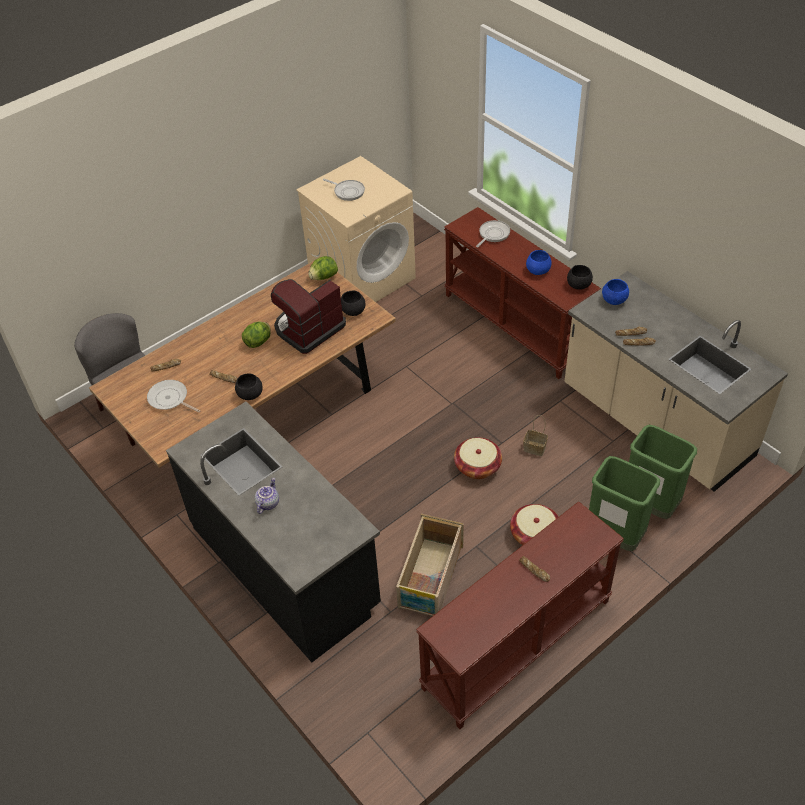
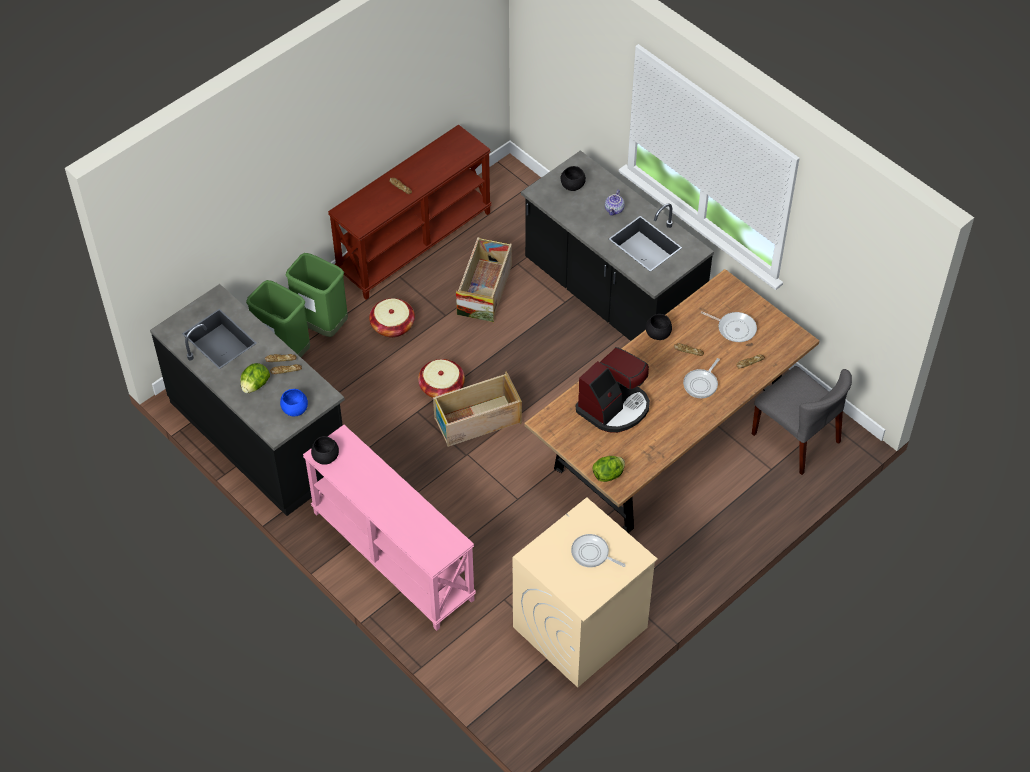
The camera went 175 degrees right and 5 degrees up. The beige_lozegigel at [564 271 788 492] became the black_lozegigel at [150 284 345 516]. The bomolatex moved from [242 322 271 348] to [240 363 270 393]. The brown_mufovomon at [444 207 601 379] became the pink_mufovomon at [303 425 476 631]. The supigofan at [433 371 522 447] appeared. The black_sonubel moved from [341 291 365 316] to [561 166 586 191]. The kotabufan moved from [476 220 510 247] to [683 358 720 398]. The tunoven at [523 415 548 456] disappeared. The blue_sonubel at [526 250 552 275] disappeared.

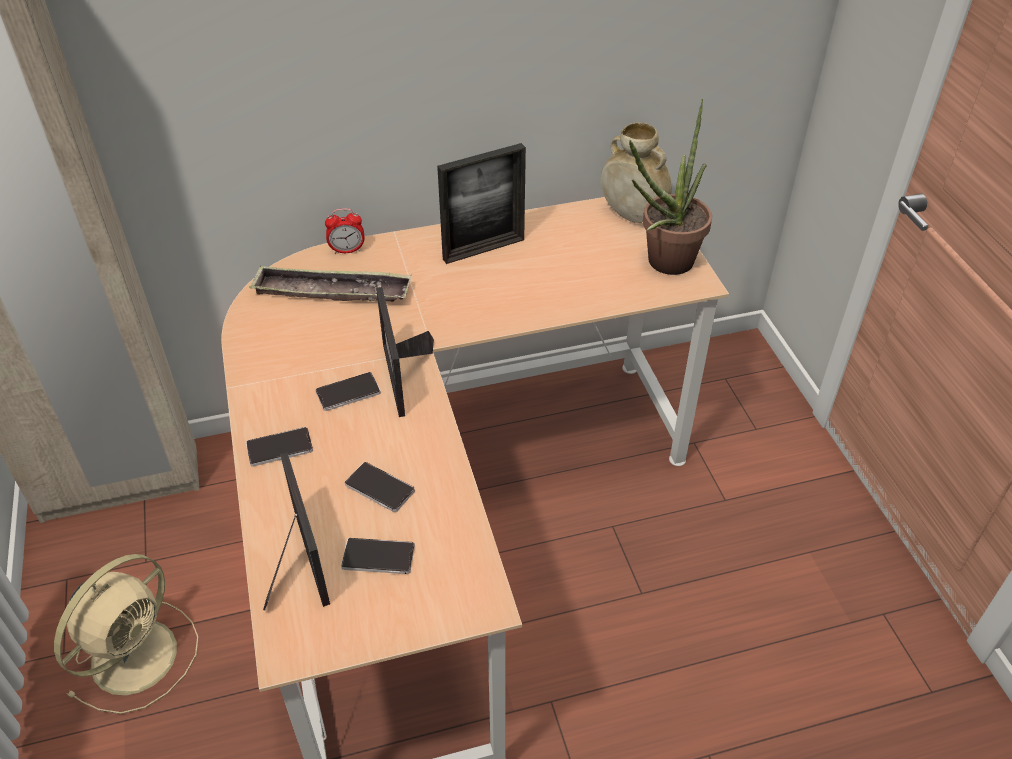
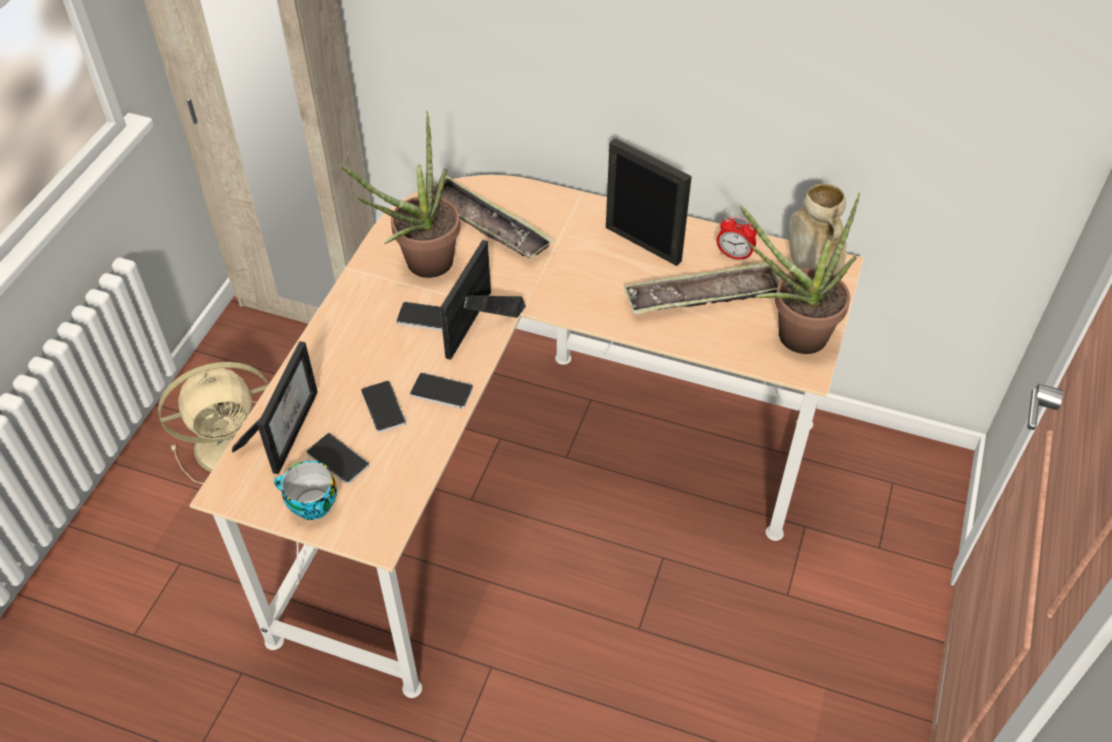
The camera went 35 degrees right and 5 degrees up. The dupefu at [274 461 337 520] appeared. The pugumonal at [341 111 460 278] appeared. The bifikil moved from [246 427 313 467] to [410 373 473 409]. The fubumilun at [437 143 526 264] turned 150 degrees counterclockwise. The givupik at [624 260 781 315] appeared. The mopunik moved from [325 208 365 254] to [717 216 757 262].

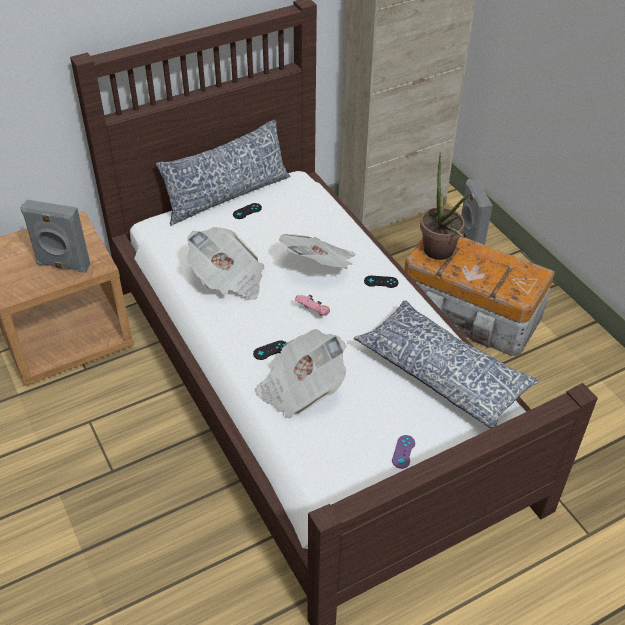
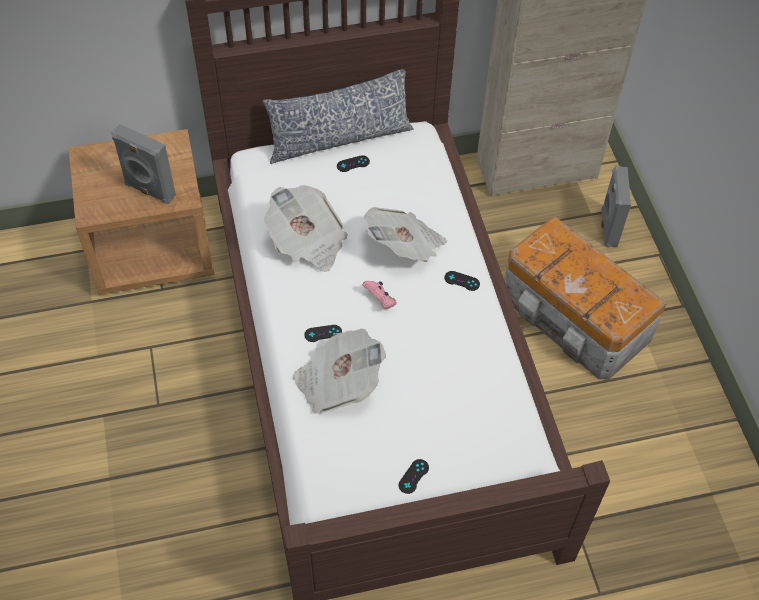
The camera went 15 degrees right and 10 degrees up. The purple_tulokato at [392 435 415 469] became the black_tulokato at [399 459 429 494]. The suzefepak at [354 300 539 429] disappeared. The pugumonal at [420 152 470 260] disappeared.

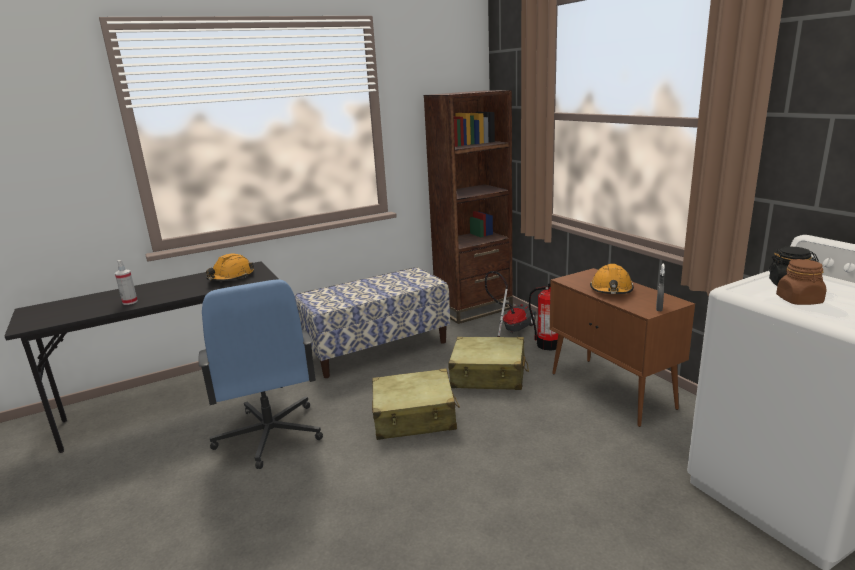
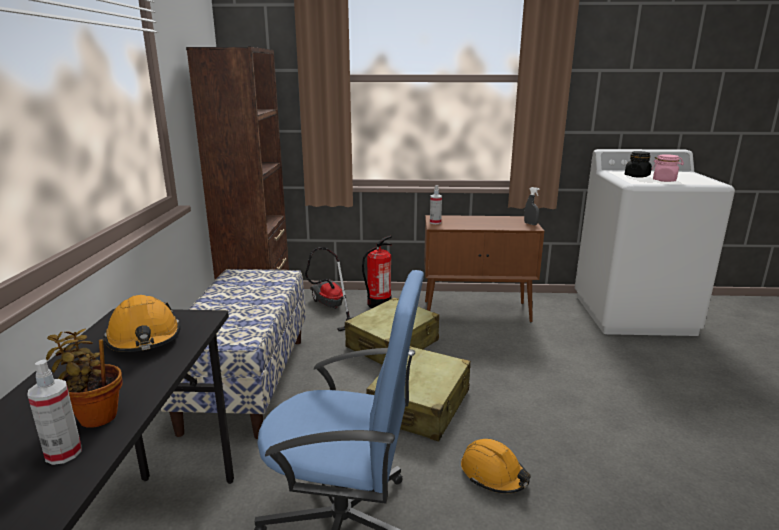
The camera went 60 degrees left and 0 degrees up. The pugumonal at [46 328 123 428] appeared. The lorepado at [430 185 442 224] appeared. The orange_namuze moved from [590 264 634 294] to [461 439 531 494]. The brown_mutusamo at [776 259 826 305] became the pink_mutusamo at [651 154 684 182].

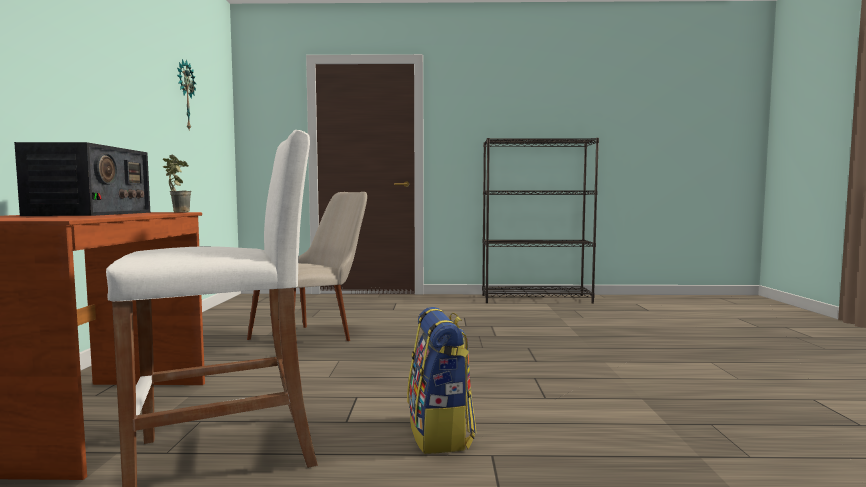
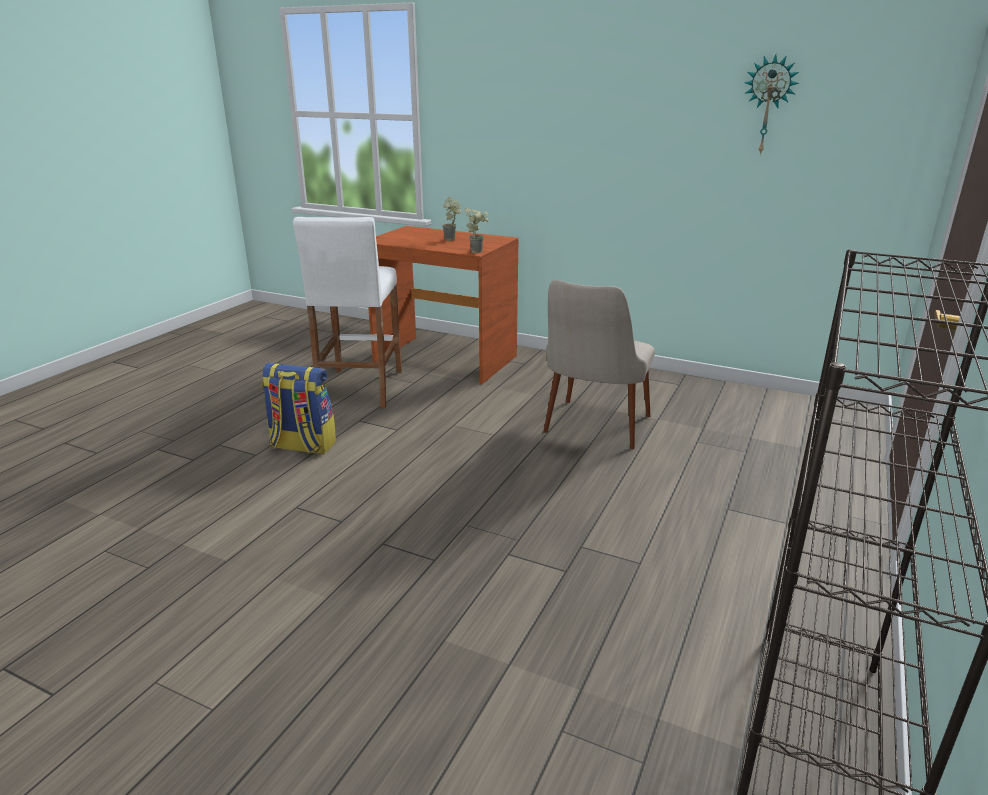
The camera went 115 degrees right and 20 degrees up. The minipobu at [14 142 150 216] was replaced by the pugumonal at [442 197 461 241]. The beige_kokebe at [247 192 367 341] turned 45 degrees clockwise.

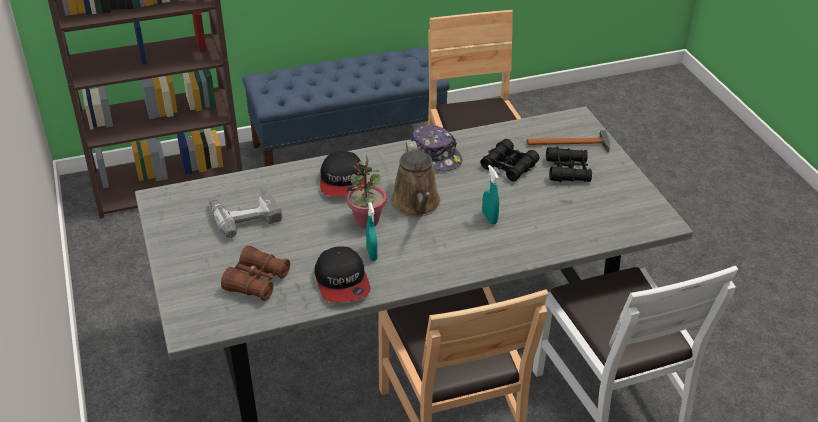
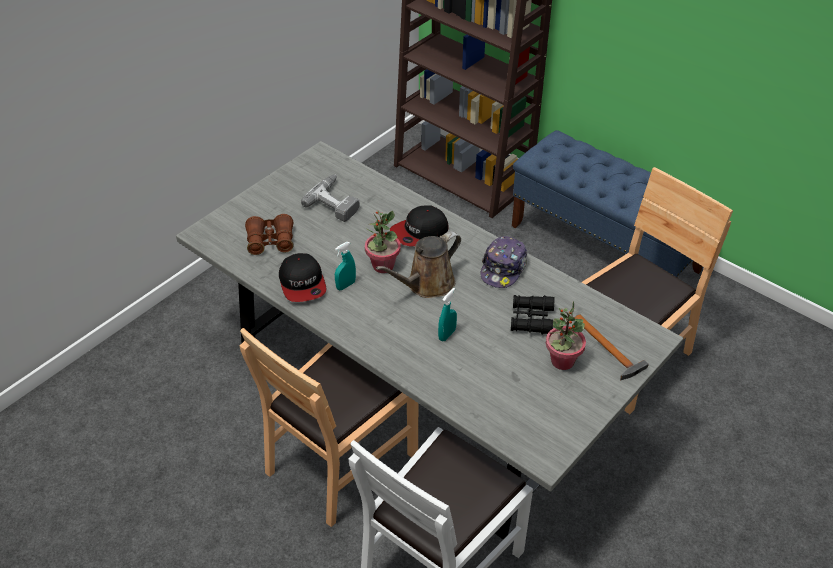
The camera went 60 degrees right and 5 degrees up. The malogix at [314 247 370 303] turned 60 degrees counterclockwise. The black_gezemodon at [546 147 592 182] was replaced by the pugumonal at [546 301 586 370].

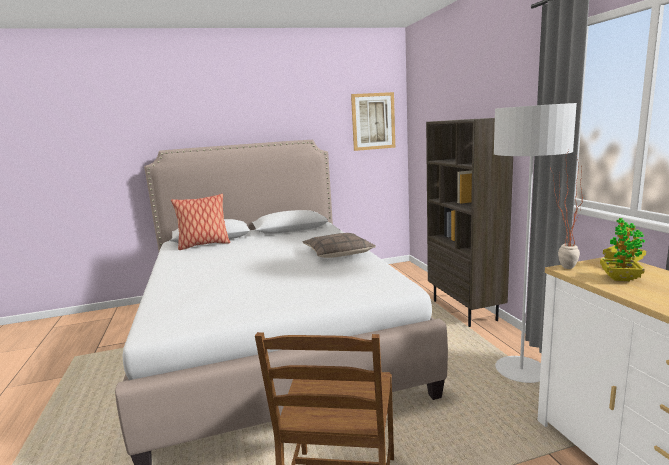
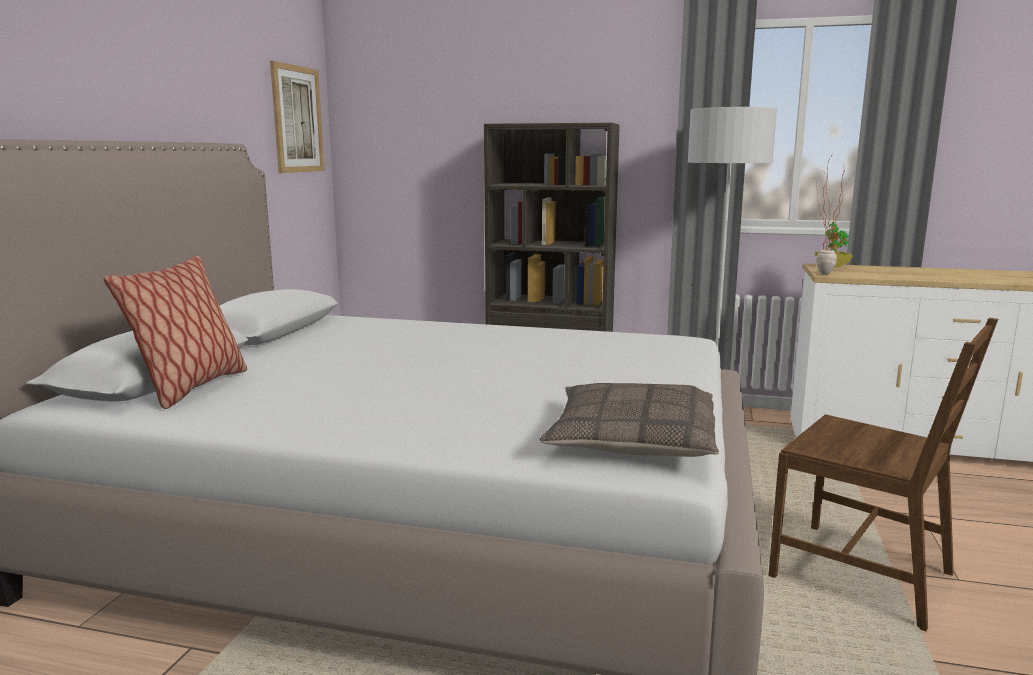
The camera went 60 degrees left and 0 degrees up. The suzefepak moved from [303 233 376 258] to [540 383 719 457]. The pugumonal at [600 230 645 281] disappeared.

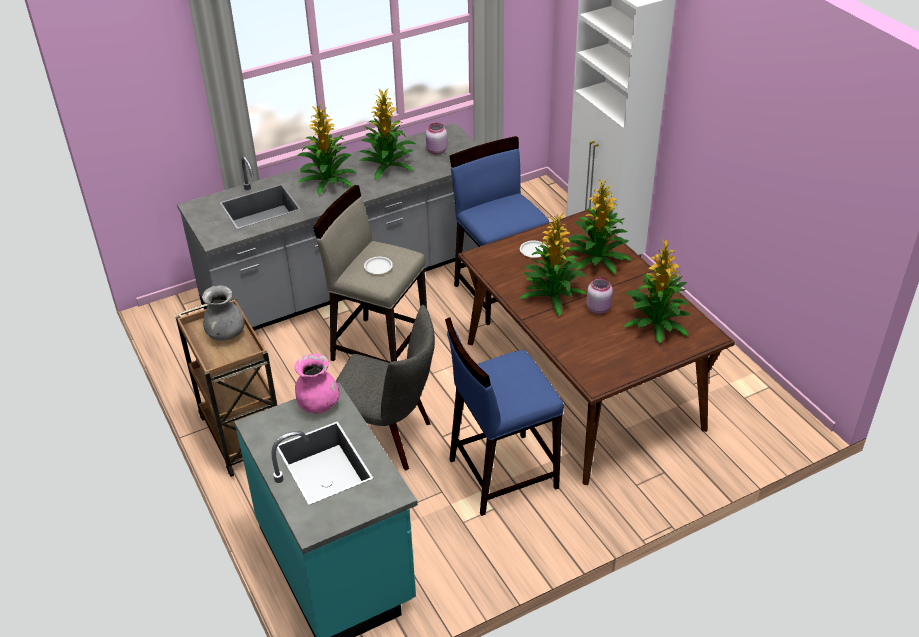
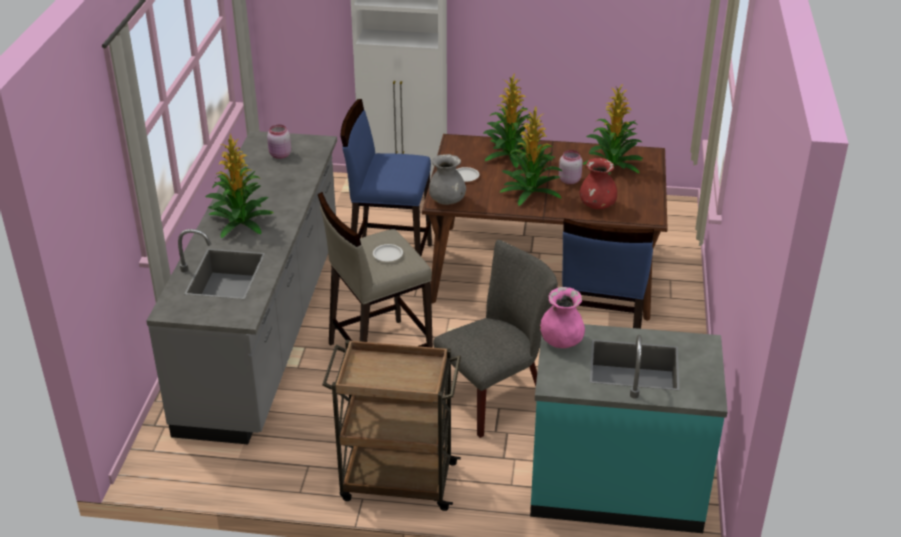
The camera went 55 degrees left and 5 degrees down. The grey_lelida moved from [202 285 244 341] to [429 154 466 205]. The red_lelida at [580 158 617 209] appeared. The pugumonal at [359 89 416 180] disappeared.

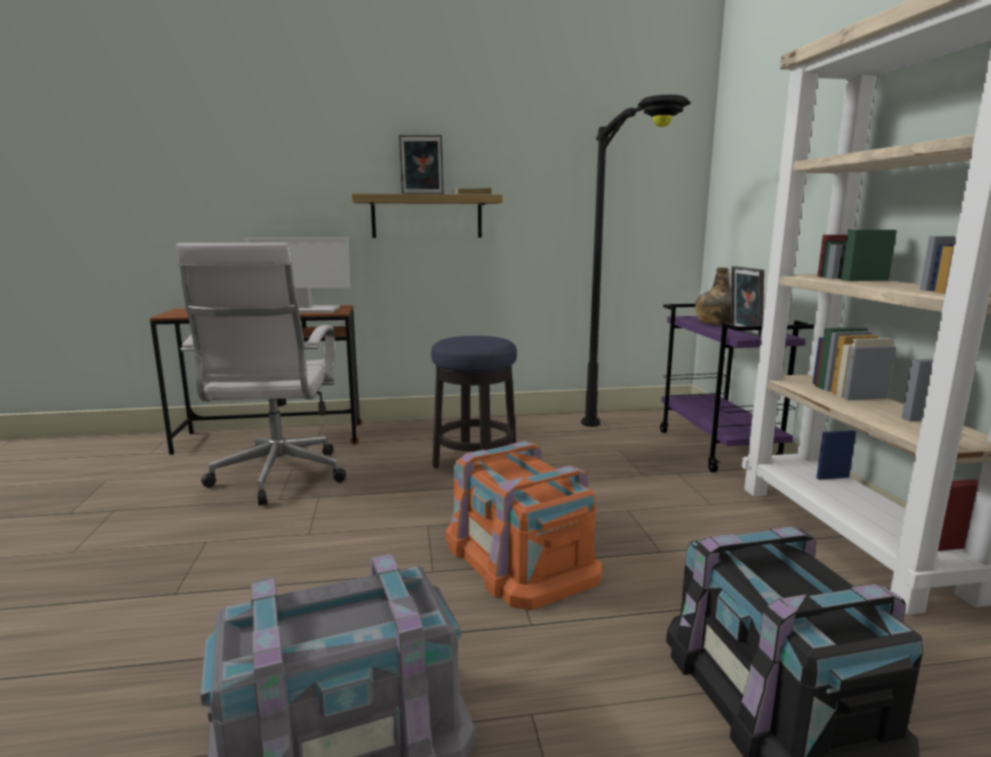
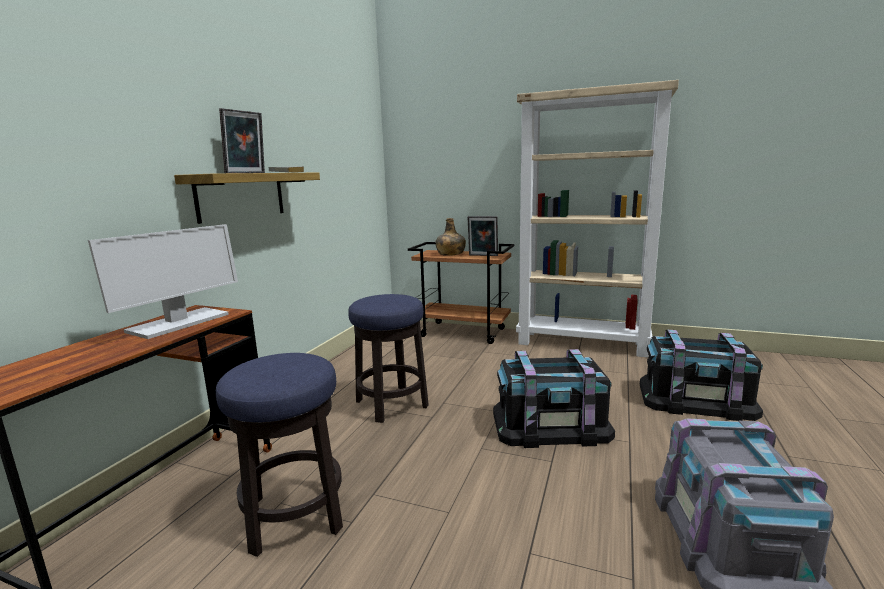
The camera went 60 degrees left and 0 degrees up. The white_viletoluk at [177 243 346 506] was replaced by the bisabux at [216 353 343 557]. The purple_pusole at [660 304 814 472] became the brown_pusole at [408 242 514 344]. The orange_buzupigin at [445 441 602 610] became the black_buzupigin at [493 349 615 448]. The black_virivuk at [581 95 691 427] disappeared.

